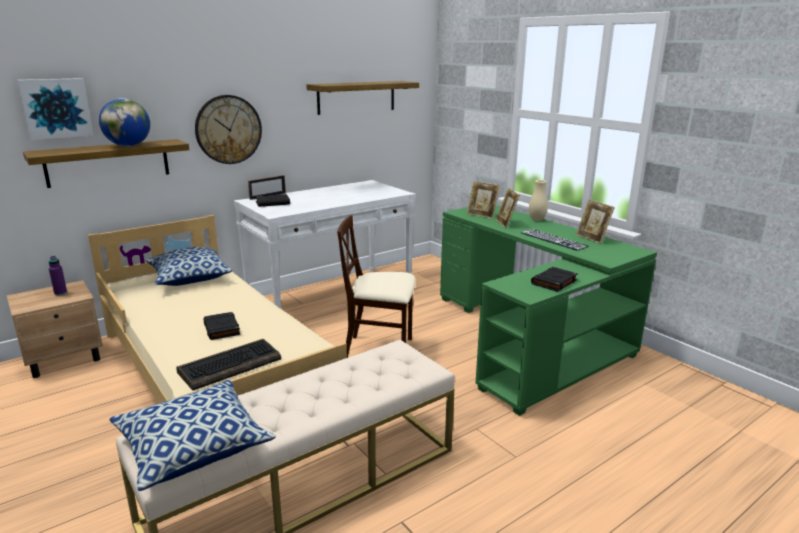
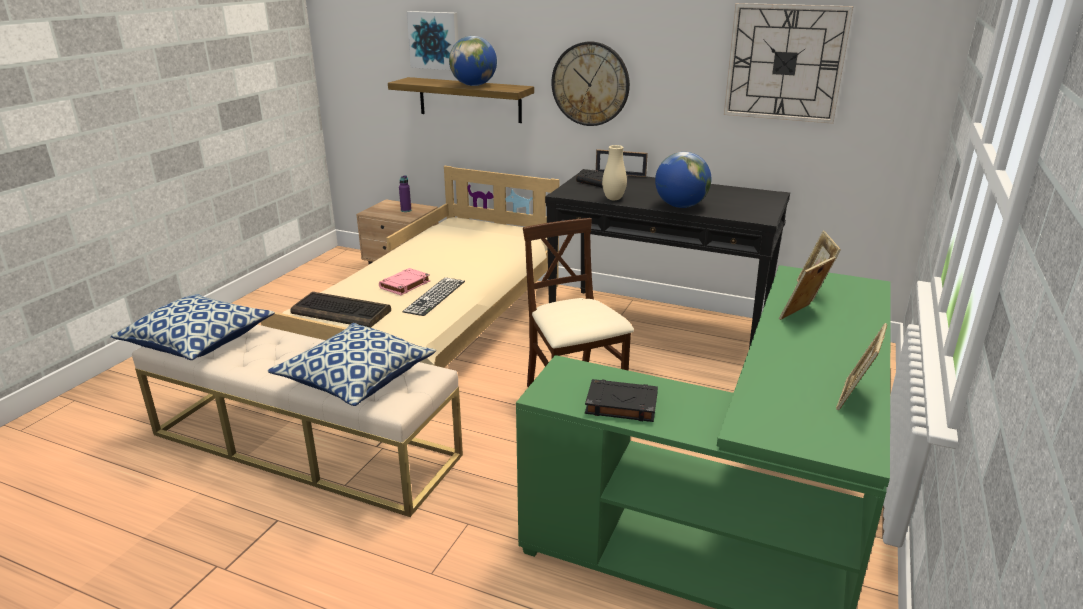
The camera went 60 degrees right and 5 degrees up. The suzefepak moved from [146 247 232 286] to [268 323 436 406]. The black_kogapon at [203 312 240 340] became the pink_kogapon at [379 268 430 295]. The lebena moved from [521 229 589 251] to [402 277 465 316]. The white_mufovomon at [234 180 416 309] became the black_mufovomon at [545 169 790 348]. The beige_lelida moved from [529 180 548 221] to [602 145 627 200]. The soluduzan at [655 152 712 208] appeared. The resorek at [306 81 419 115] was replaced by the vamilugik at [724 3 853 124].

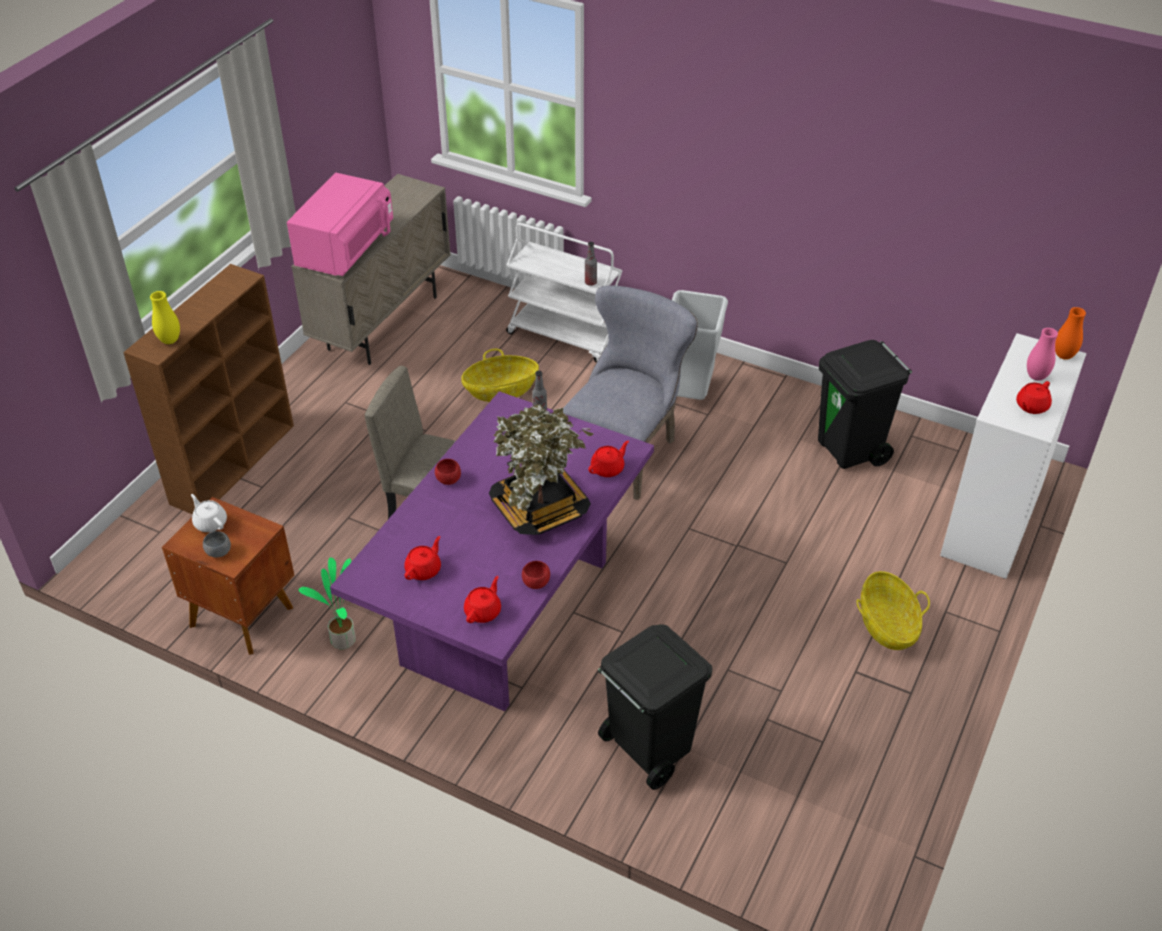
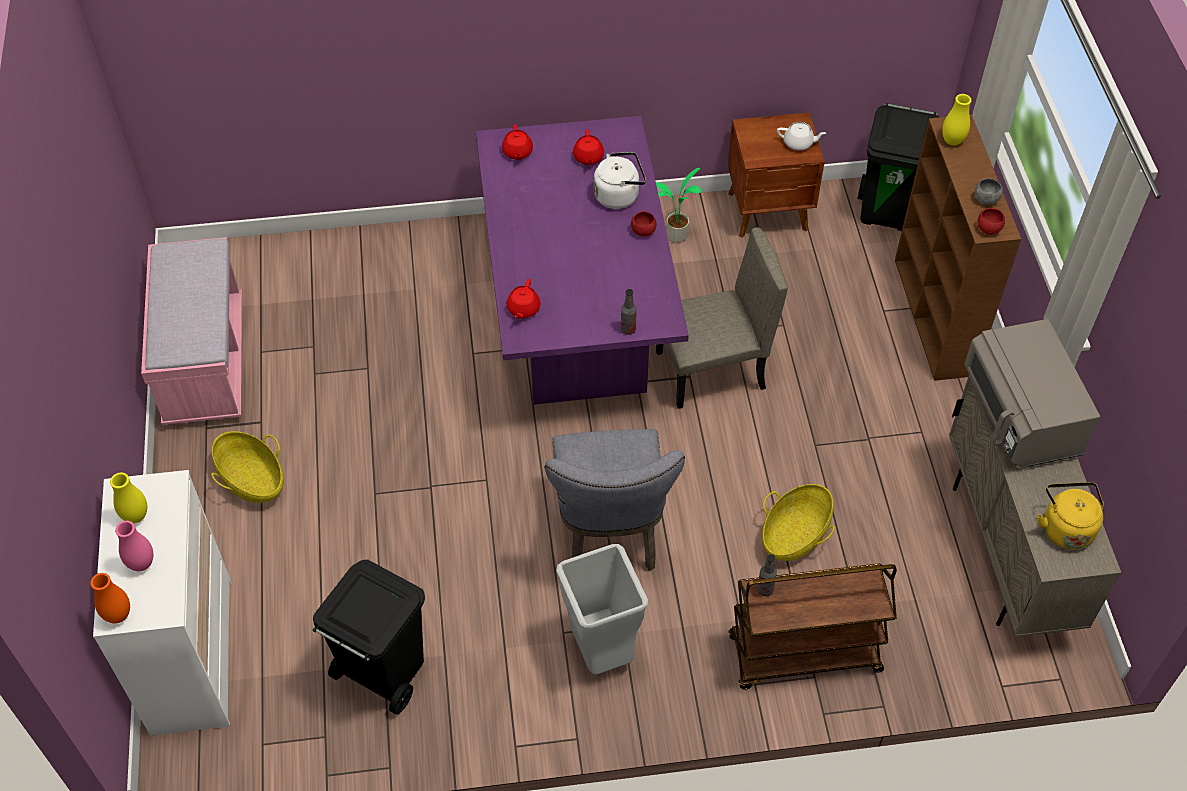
The camera went 145 degrees right and 10 degrees up. The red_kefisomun at [1016 381 1052 414] was replaced by the yellow_lelida at [110 473 147 524]. The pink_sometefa at [141 237 242 425] appeared. The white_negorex at [594 152 646 209] appeared. The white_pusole at [506 223 622 363] became the brown_pusole at [729 563 897 690]. The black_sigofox moved from [598 625 712 790] to [857 103 939 231]. The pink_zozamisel at [287 173 393 276] became the grey_zozamisel at [964 319 1100 467]. The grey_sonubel moved from [203 531 231 558] to [975 178 1003 205]. The red_sonubel moved from [522 561 550 589] to [978 208 1005 235]. The yellow_negorex at [1037 482 1104 550] appeared. The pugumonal at [489 404 593 535] disappeared.

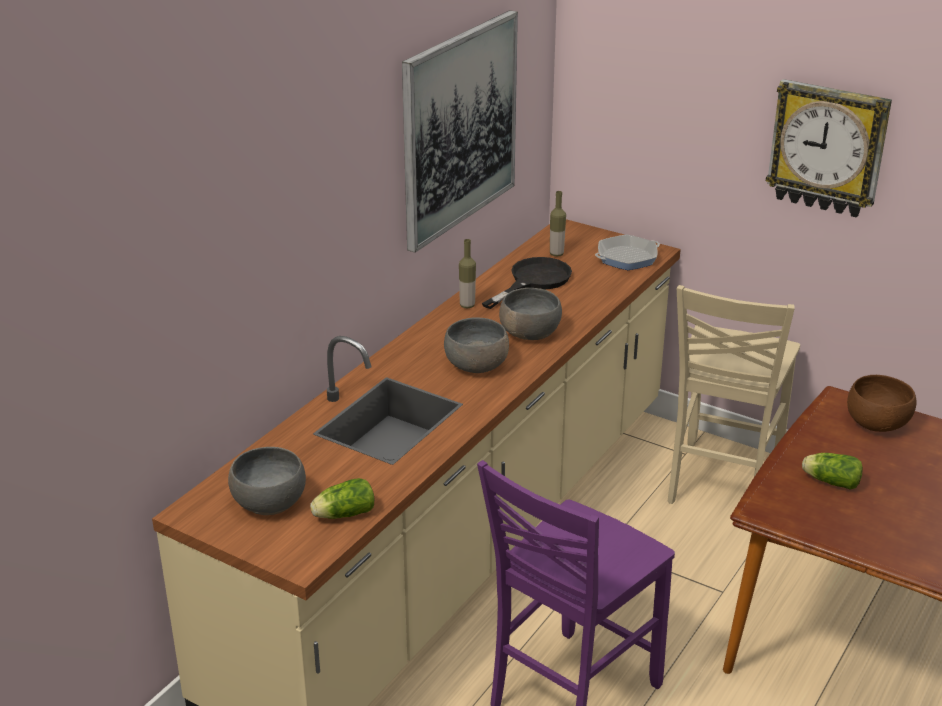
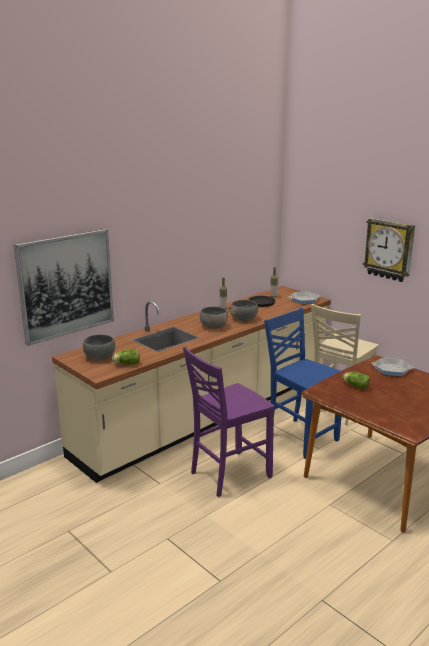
The camera went 15 degrees right and 10 degrees down. The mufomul moved from [402 10 518 253] to [14 229 114 346]. The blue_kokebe at [264 308 342 459] appeared. The brown_sonubel at [847 375 917 432] was replaced by the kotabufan at [372 358 413 376].

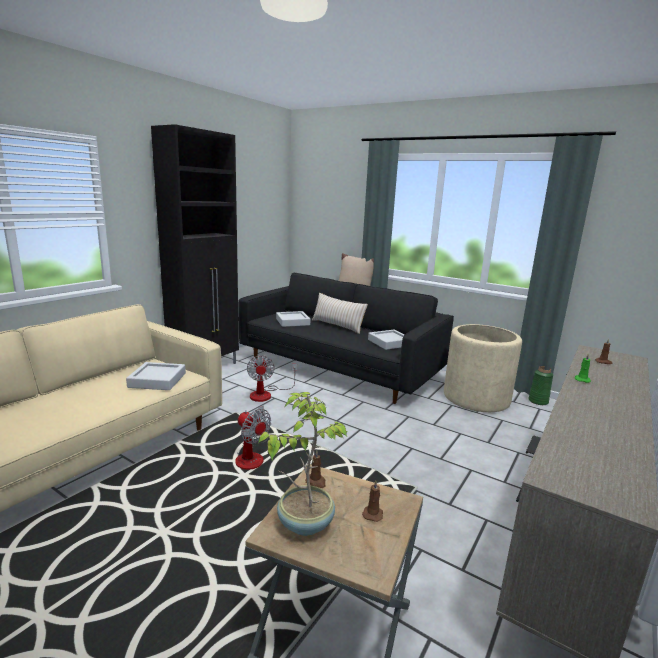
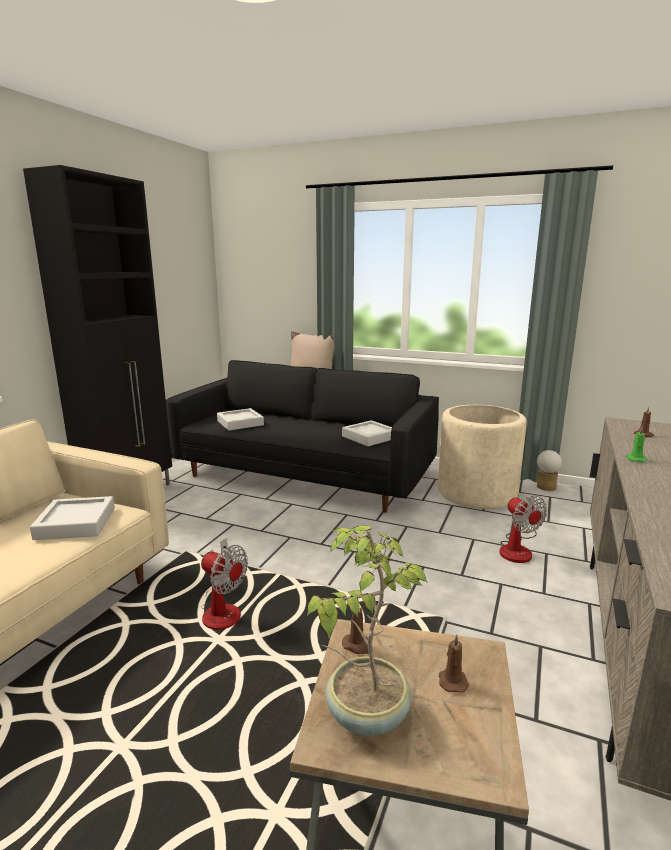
The camera went 10 degrees left and 0 degrees up. The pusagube moved from [247 355 297 402] to [499 495 547 563]. The green_lelida at [528 366 553 405] was replaced by the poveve at [537 450 562 491]. The beige_suzefepak at [312 293 368 334] disappeared.

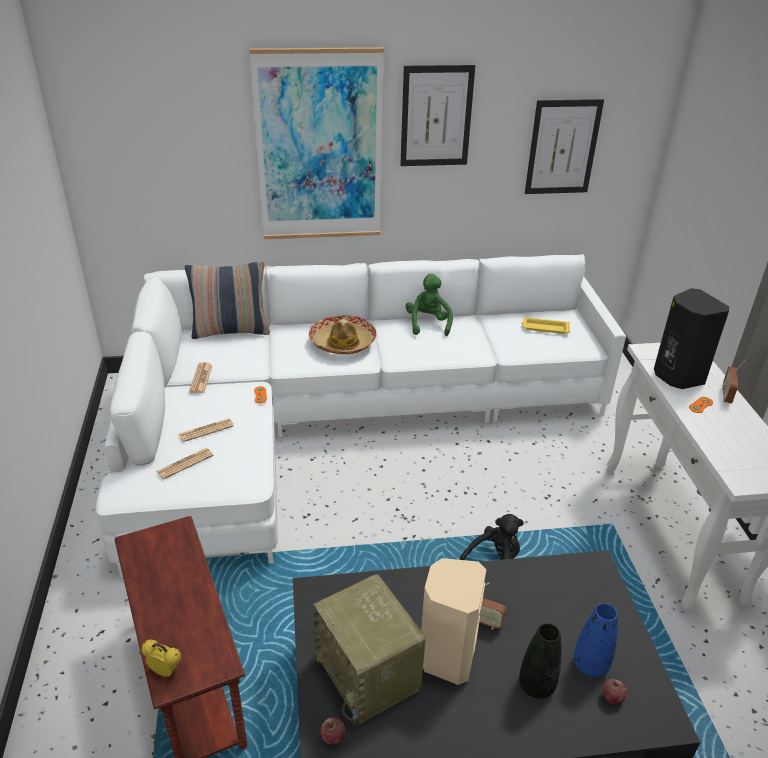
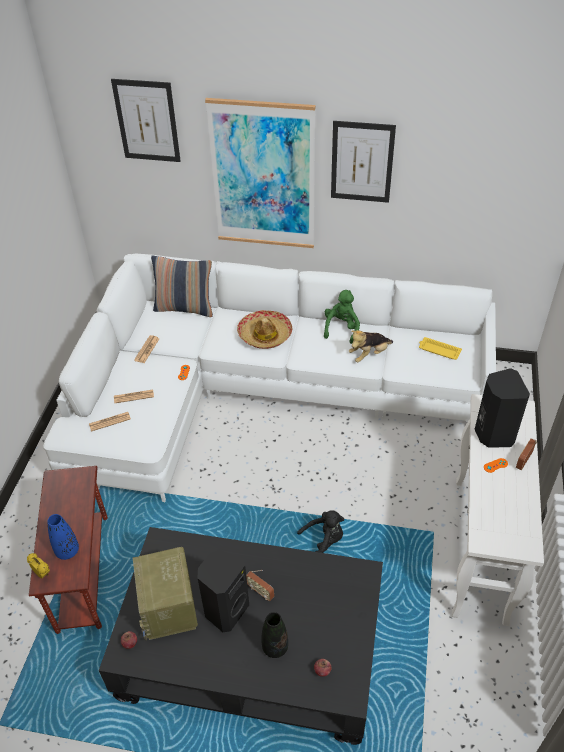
The camera went 20 degrees right and 10 degrees up. The blue_lelida moved from [574 603 618 677] to [48 514 79 560]. The mufomul moved from [525 99 604 194] to [111 79 181 162]. The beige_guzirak at [421 558 486 685] became the black_guzirak at [198 550 249 632]. The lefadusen at [349 330 393 363] appeared.

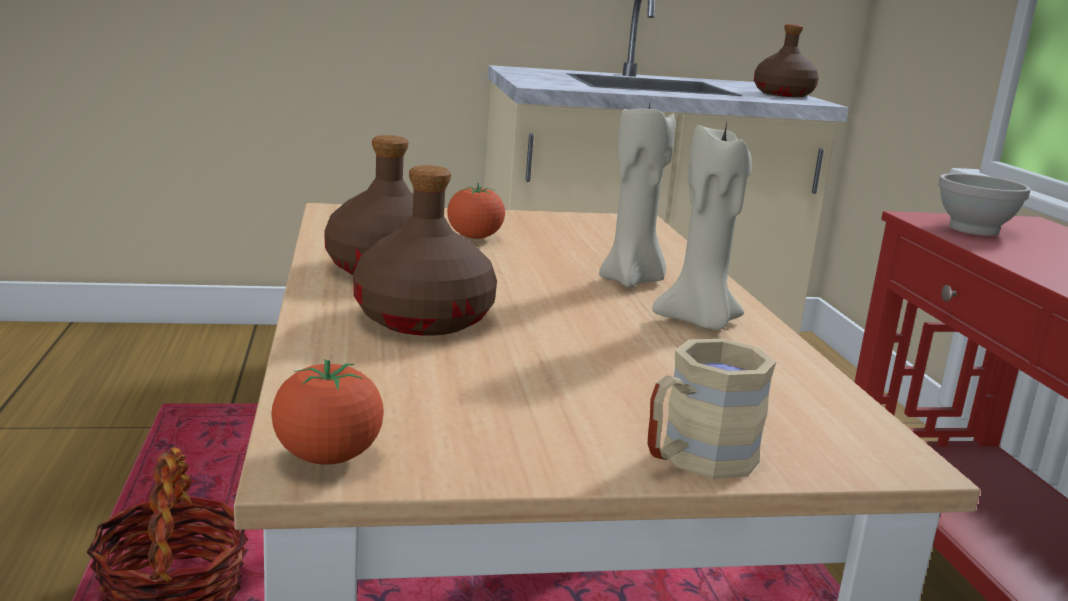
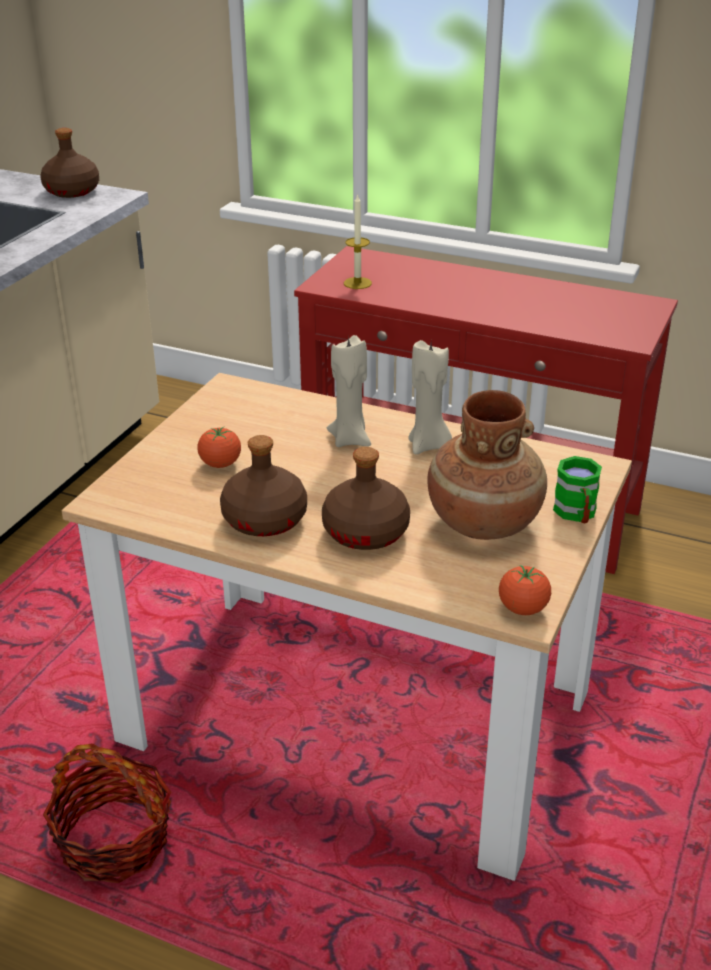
The camera went 55 degrees left and 15 degrees up. The white_sonubel at [938 173 1031 236] was replaced by the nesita at [344 193 372 289]. The brown_lelida at [428 390 547 540] appeared. The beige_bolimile at [647 339 776 479] became the green_bolimile at [553 456 602 523].

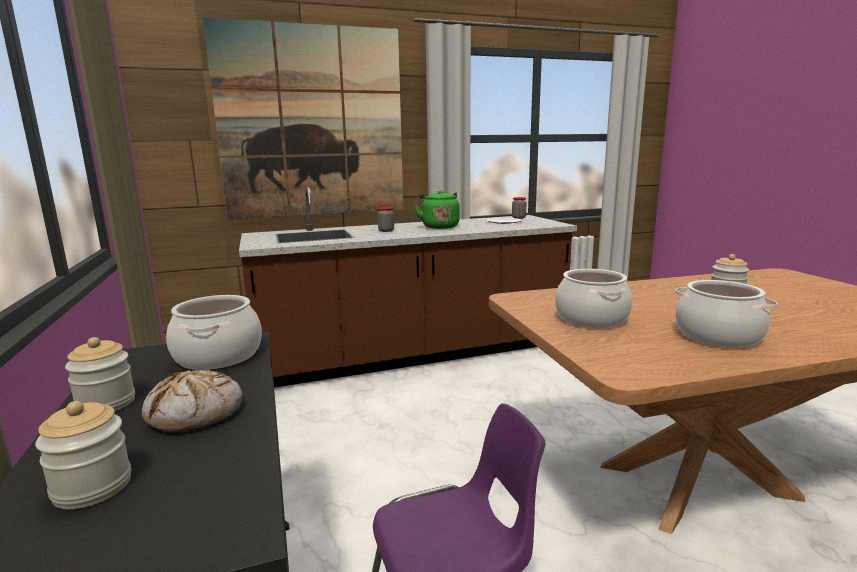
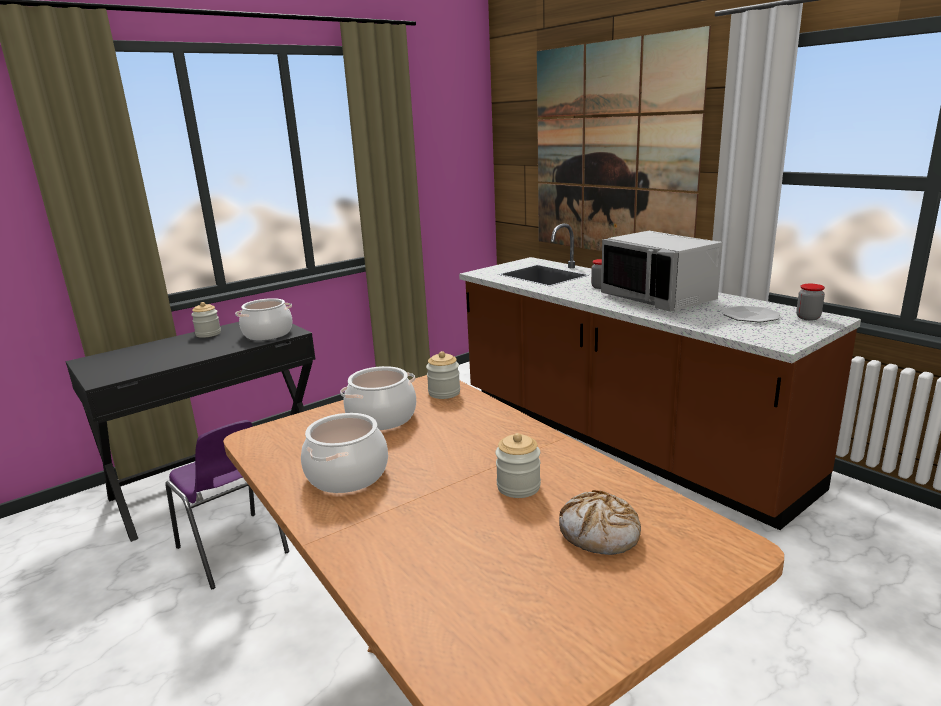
The camera went 70 degrees right and 5 degrees up. The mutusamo moved from [35 401 131 509] to [426 351 460 399]. The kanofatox moved from [142 370 243 433] to [559 490 641 555]. The green_negorex at [414 190 459 229] was replaced by the grey_zozamisel at [601 231 723 312].

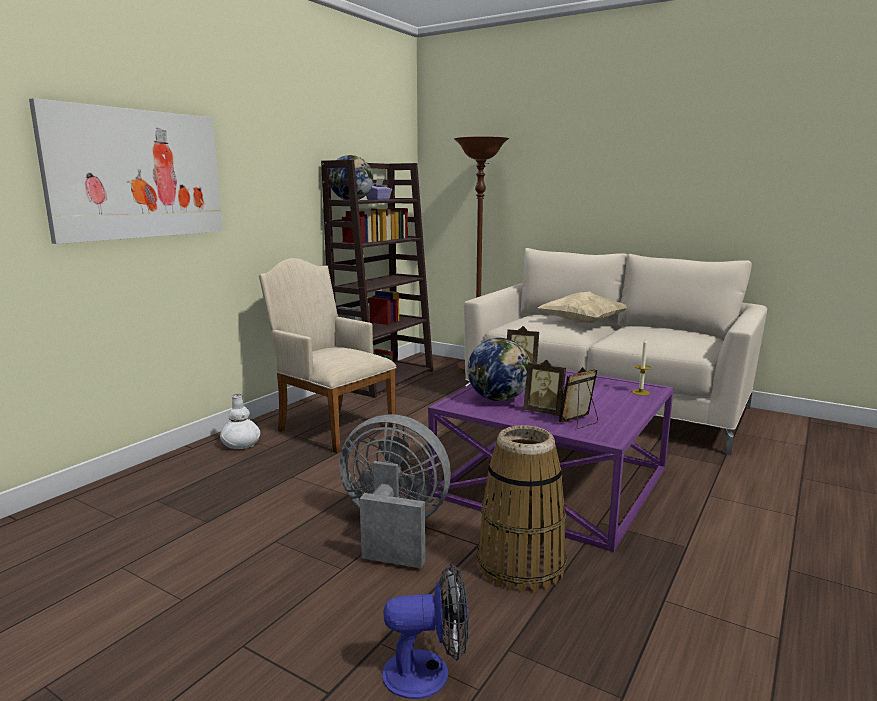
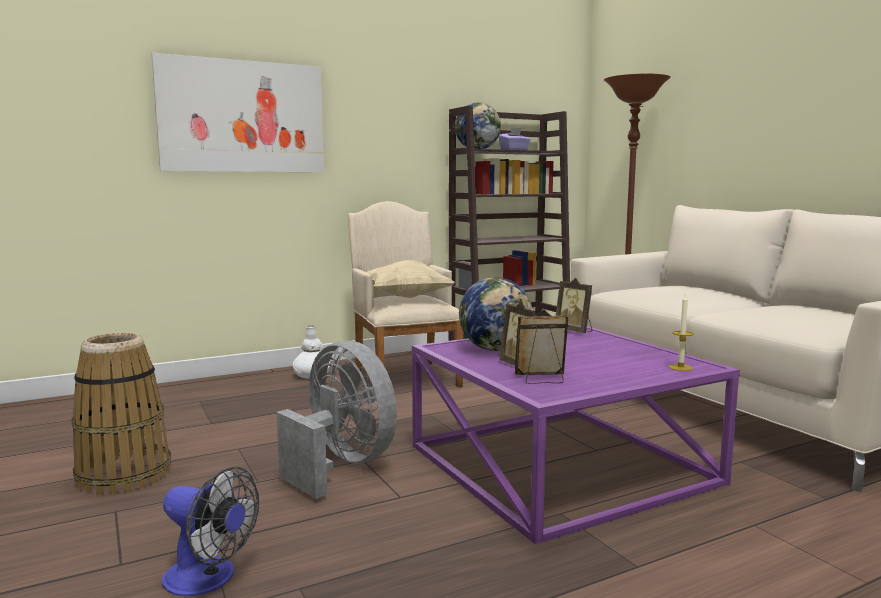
The camera went 30 degrees right and 5 degrees down. The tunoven moved from [477 425 566 592] to [71 333 171 495]. The beige_suzefepak moved from [538 292 627 324] to [367 260 455 298].

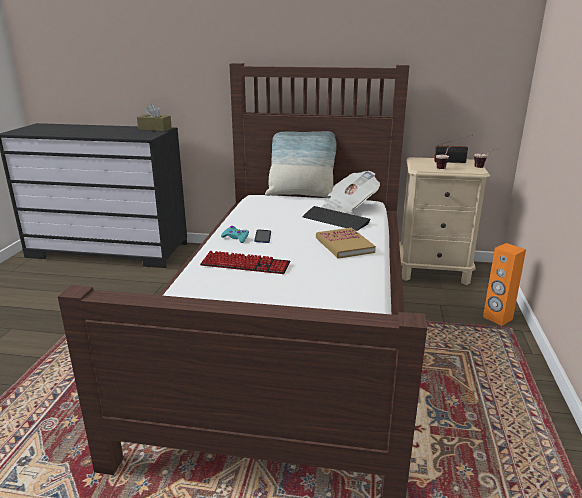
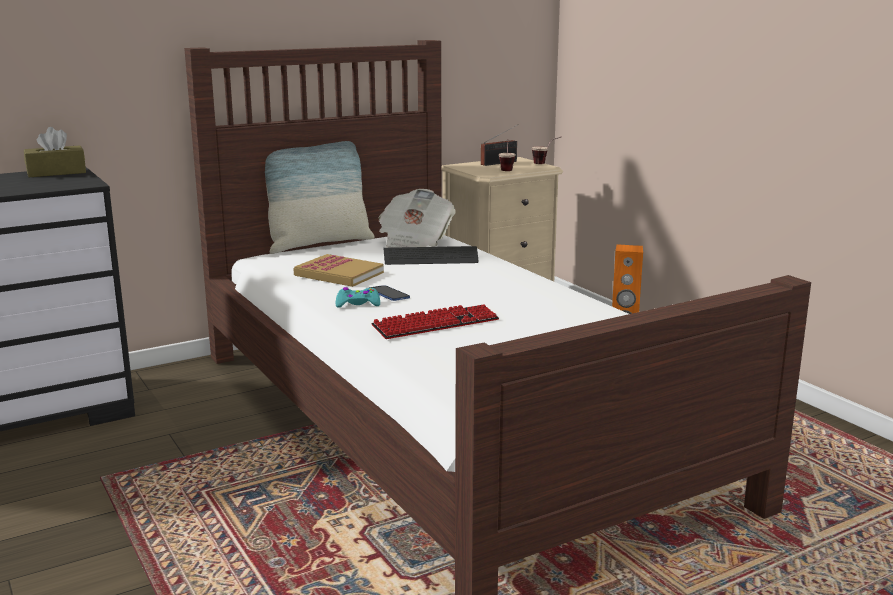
The camera went 40 degrees left and 5 degrees down. The kogapon moved from [316 228 376 259] to [293 254 384 287].

